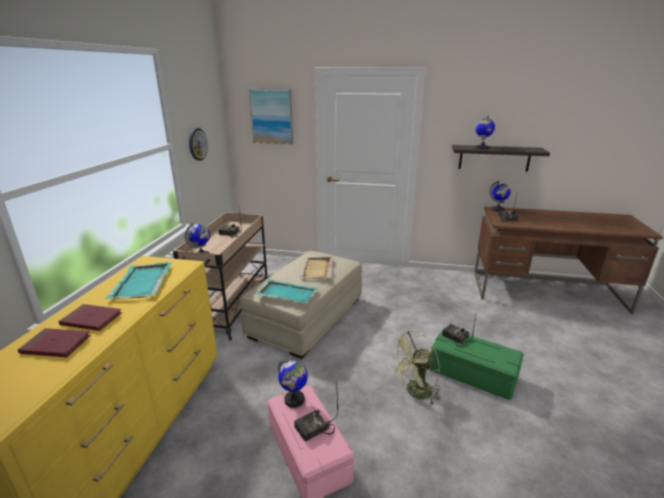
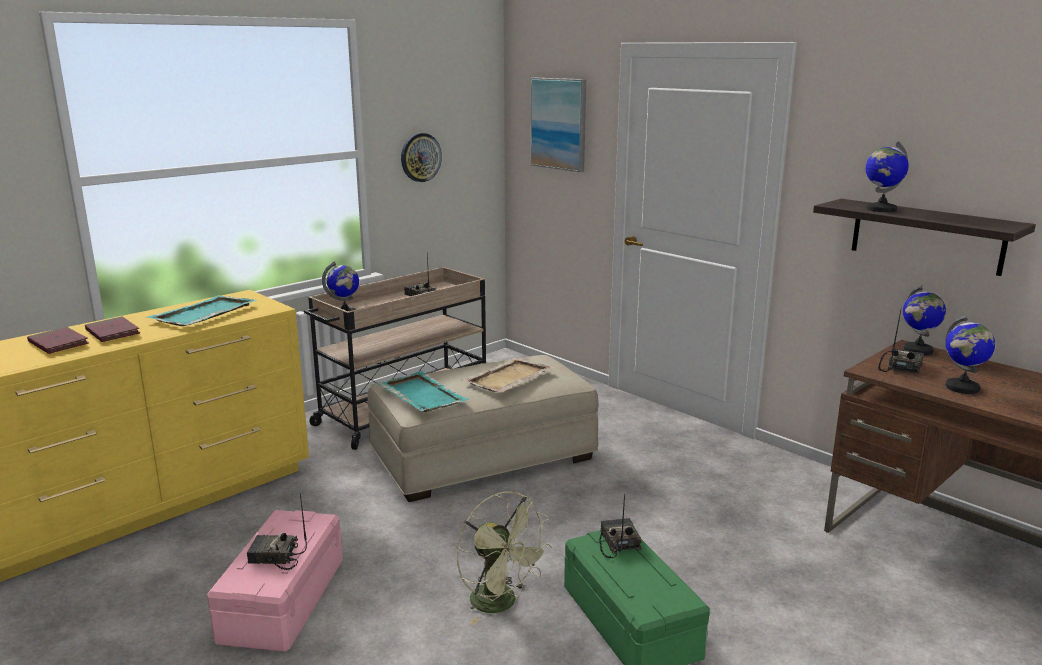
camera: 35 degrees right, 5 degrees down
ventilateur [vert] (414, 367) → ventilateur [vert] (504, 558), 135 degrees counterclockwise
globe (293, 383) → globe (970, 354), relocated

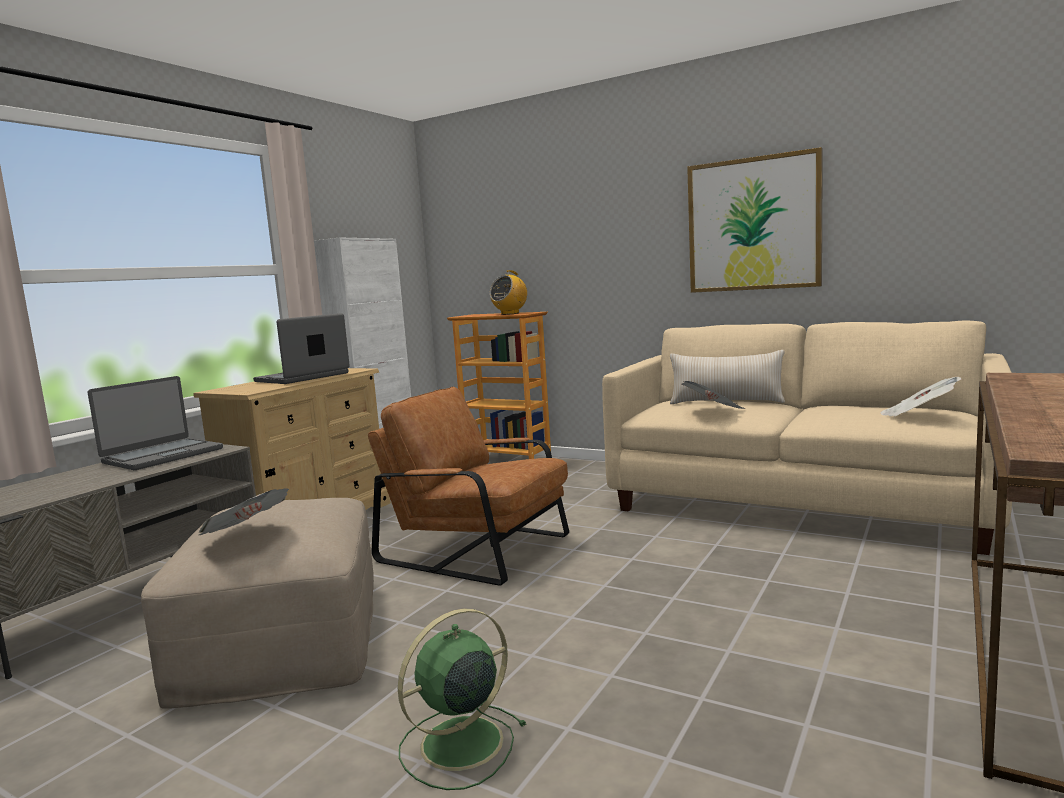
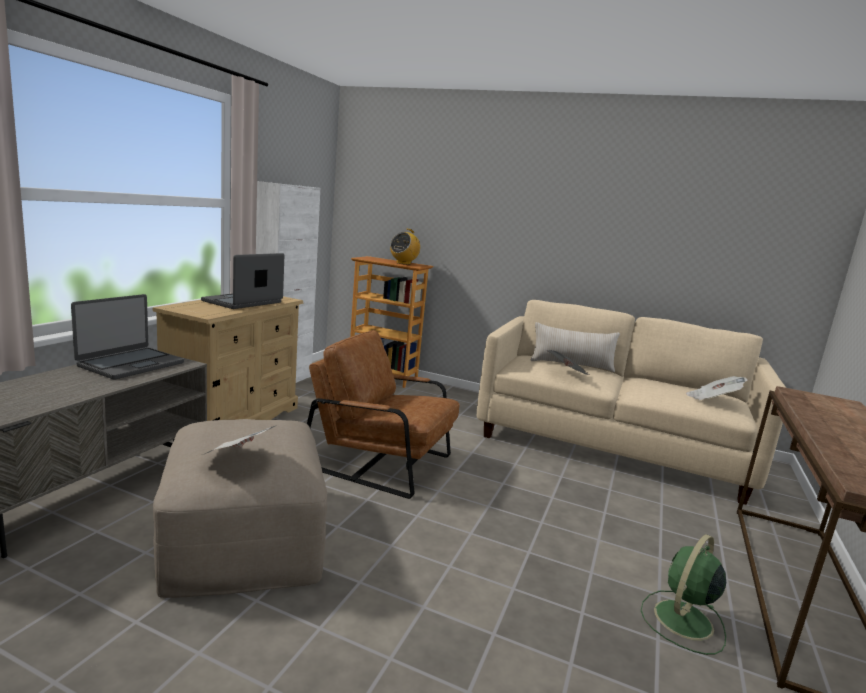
camera: 10 degrees left, 5 degrees up
ventilateur [vert] (462, 699) → ventilateur [vert] (683, 594), relocated
tableau (755, 220) → -

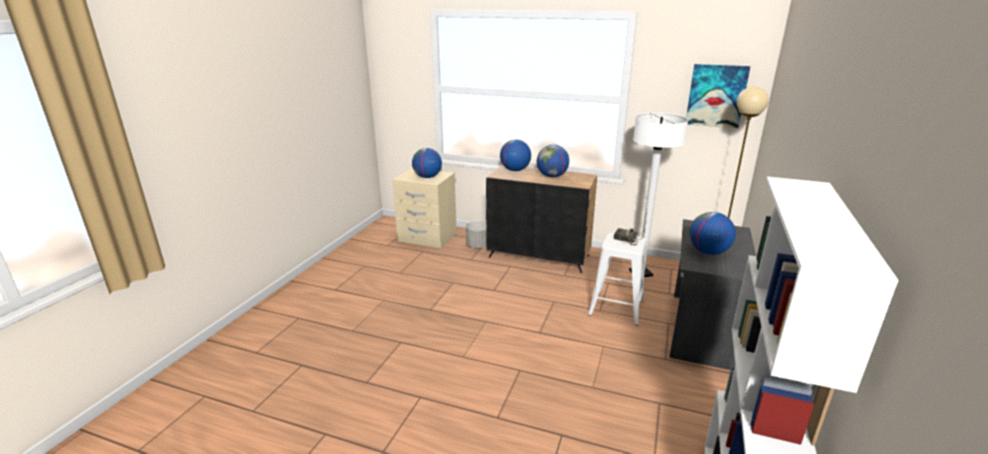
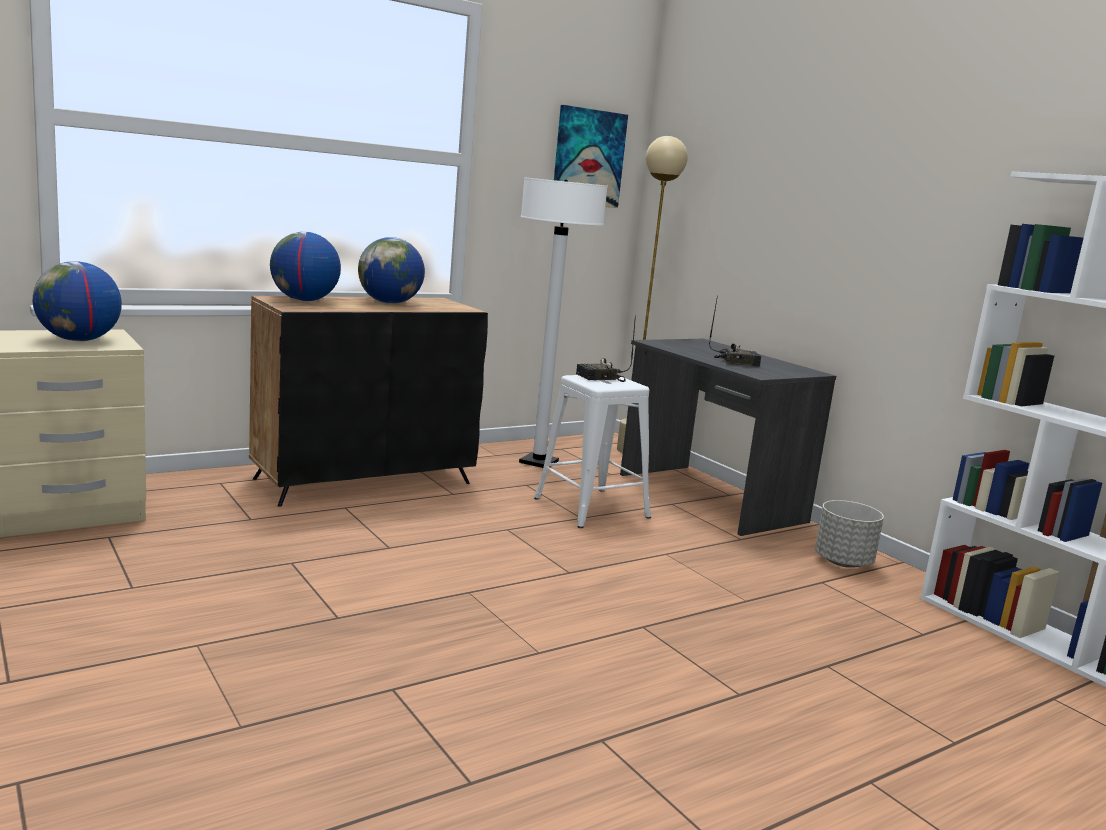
camera: 55 degrees left, 10 degrees down
globe (712, 233) → radio (735, 330)
cache-pot [gris] (476, 234) → cache-pot [gris] (849, 534), relocated

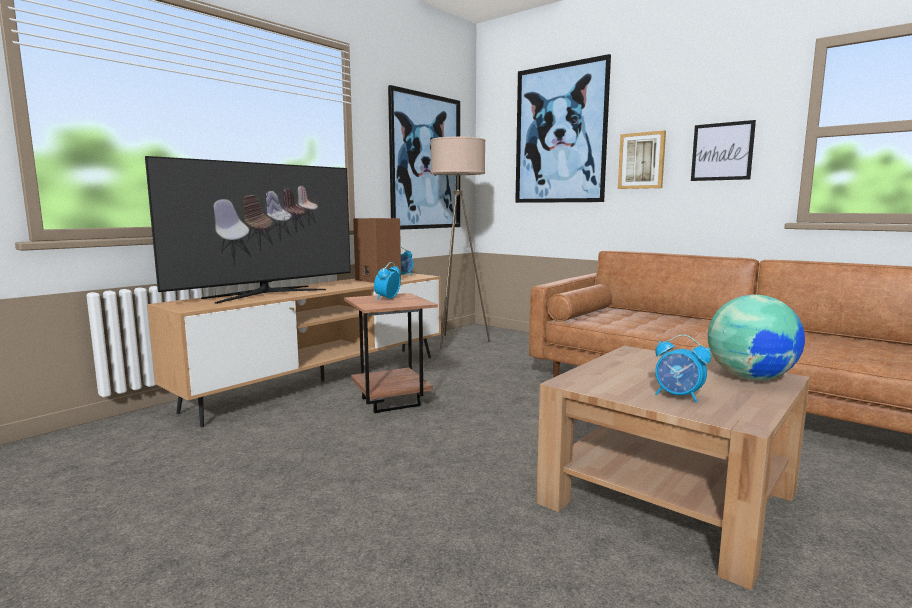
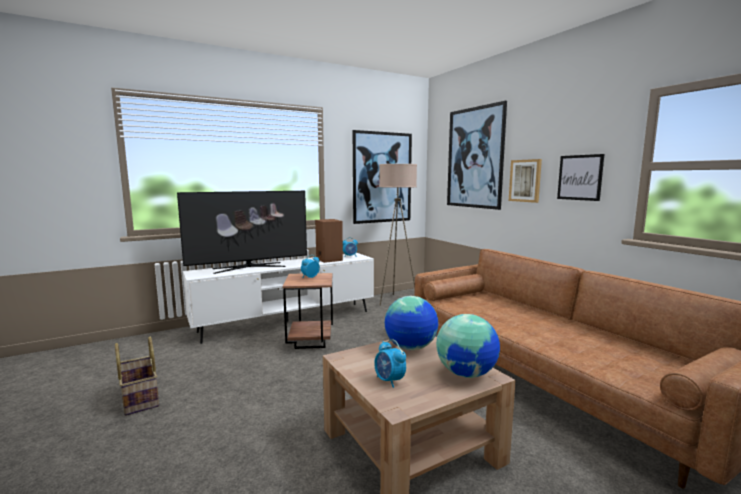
camera: 20 degrees right, 0 degrees up
- → panier (137, 376)
meuble télé [marron] (294, 350) → meuble télé [blanc] (278, 298)
- → globe (411, 323)

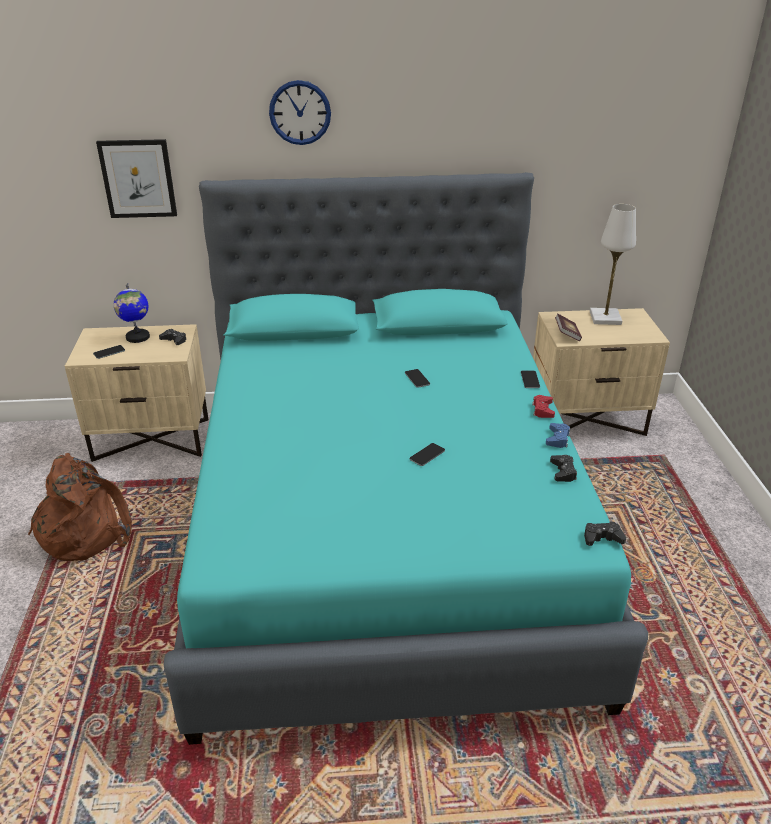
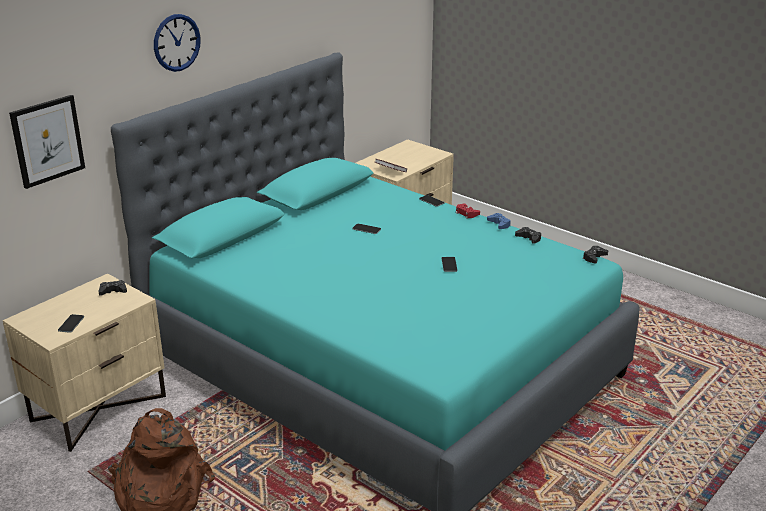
camera: 45 degrees left, 5 degrees down
globe (132, 313) → -
lampe de table [blanc] (613, 264) → -

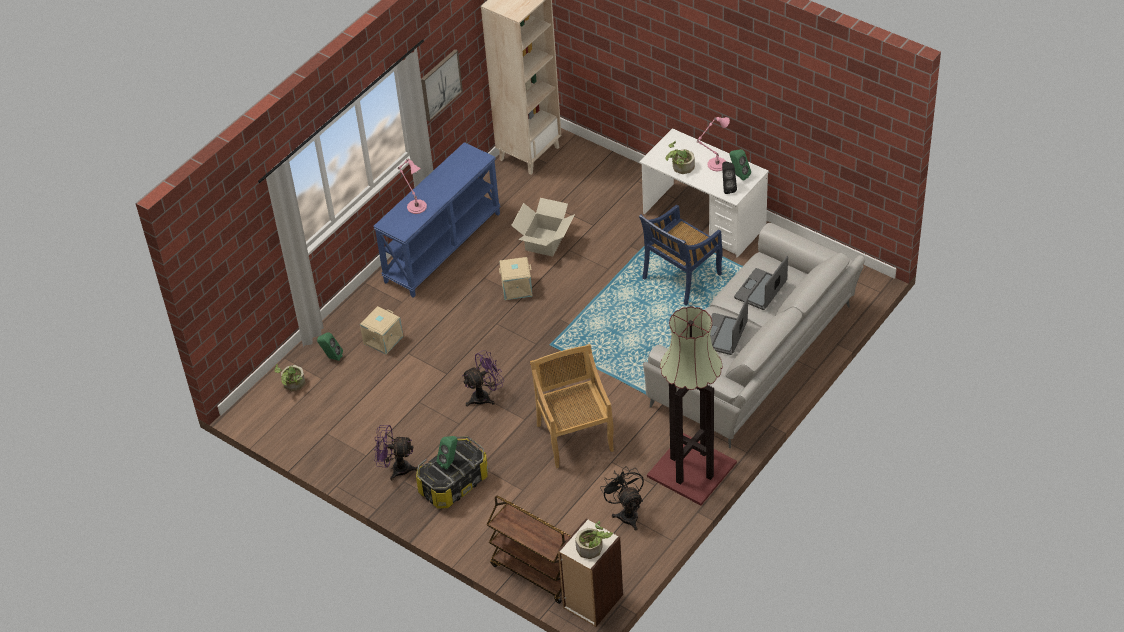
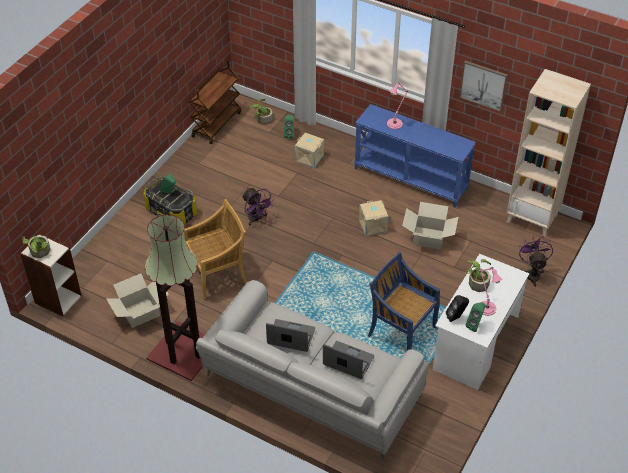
camera: 80 degrees right, 0 degrees up
ventilateur [noir] (622, 498) → carton (138, 301)
chariot [marron] (528, 549) → chariot [marron] (215, 102), relocated
ventilateur [violet] (396, 452) → ventilateur [violet] (536, 261), relocated

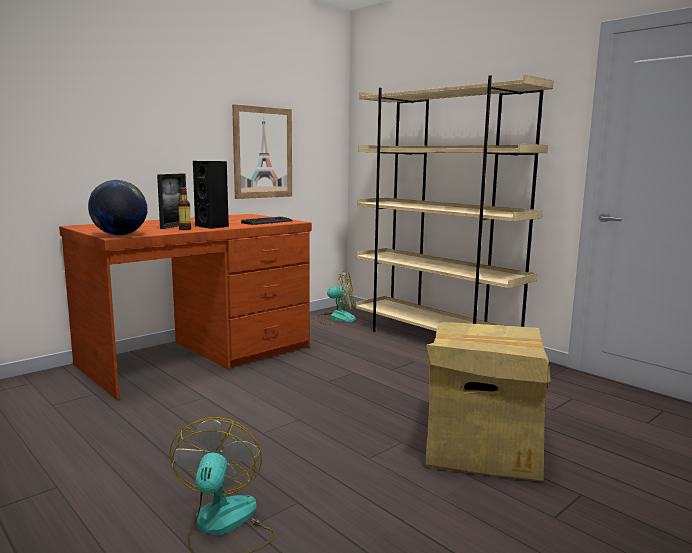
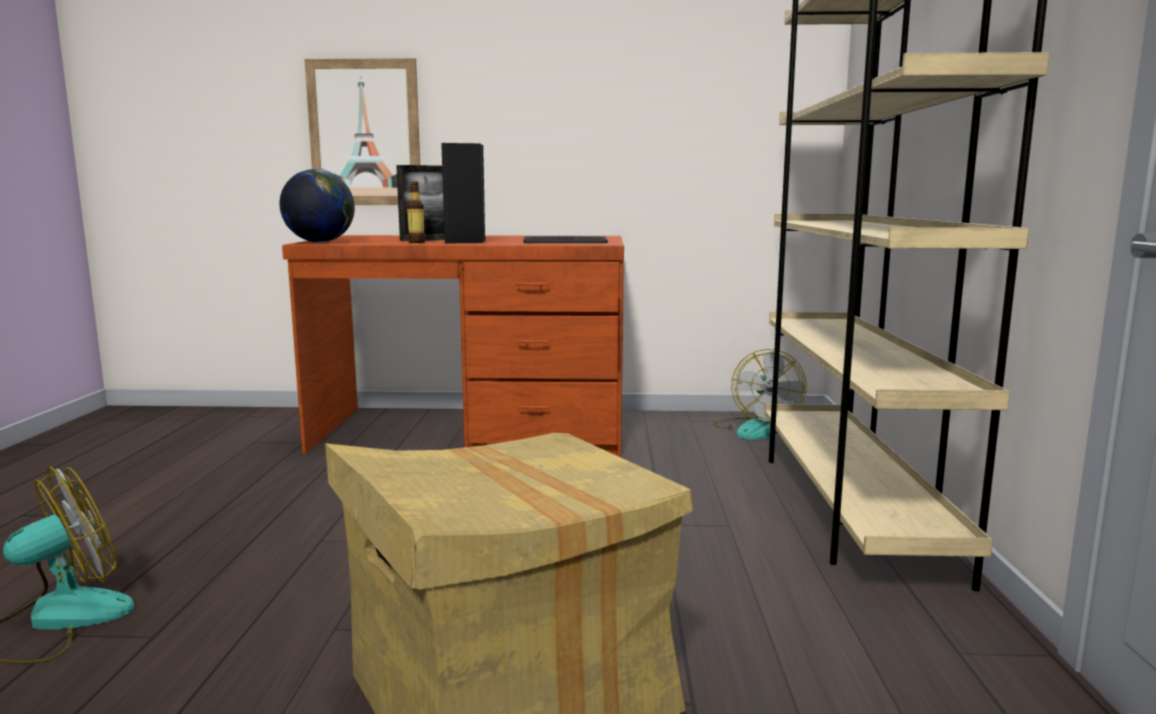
camera: 45 degrees right, 0 degrees up
tableau (262, 151) → tableau (362, 131), relocated
ventilateur (336, 298) → ventilateur (760, 394), 45 degrees clockwise

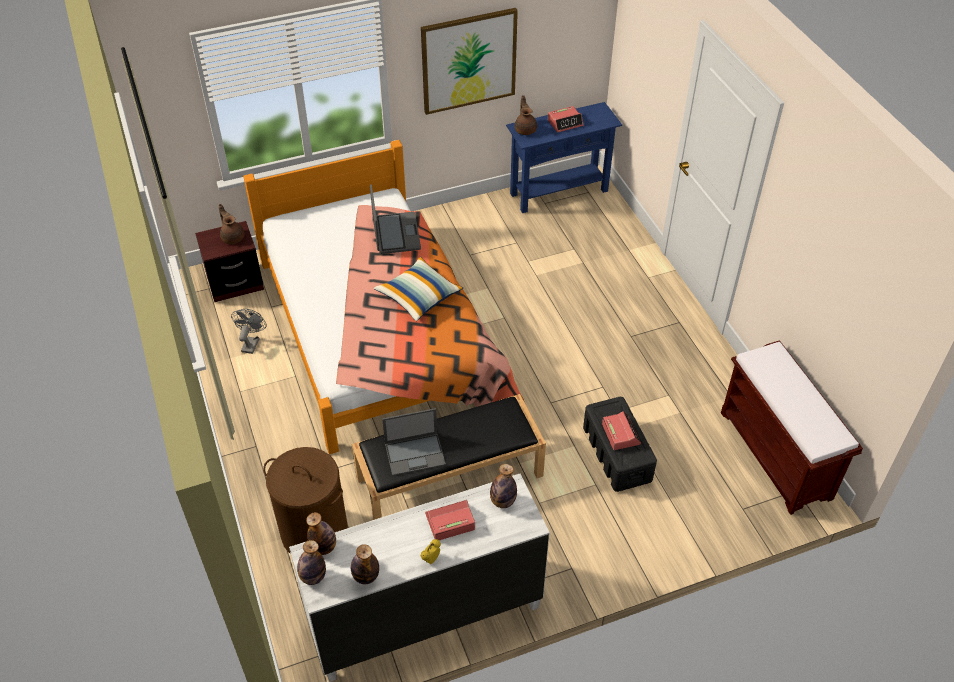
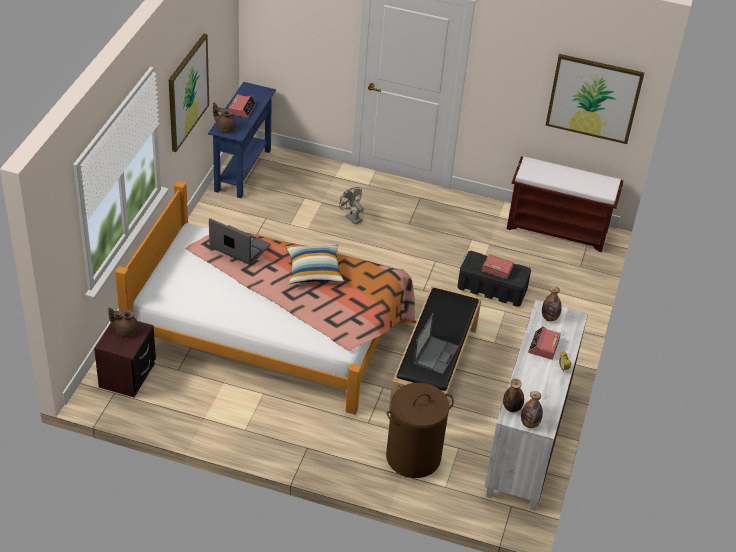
camera: 55 degrees left, 5 degrees down
ventilateur [gris] (249, 331) → ventilateur [gris] (351, 206), relocated
- → tableau (595, 99)
bouteille (365, 564) → -

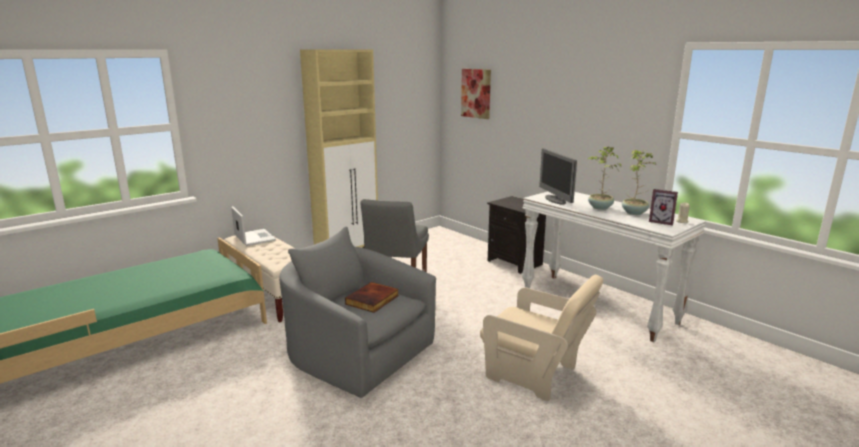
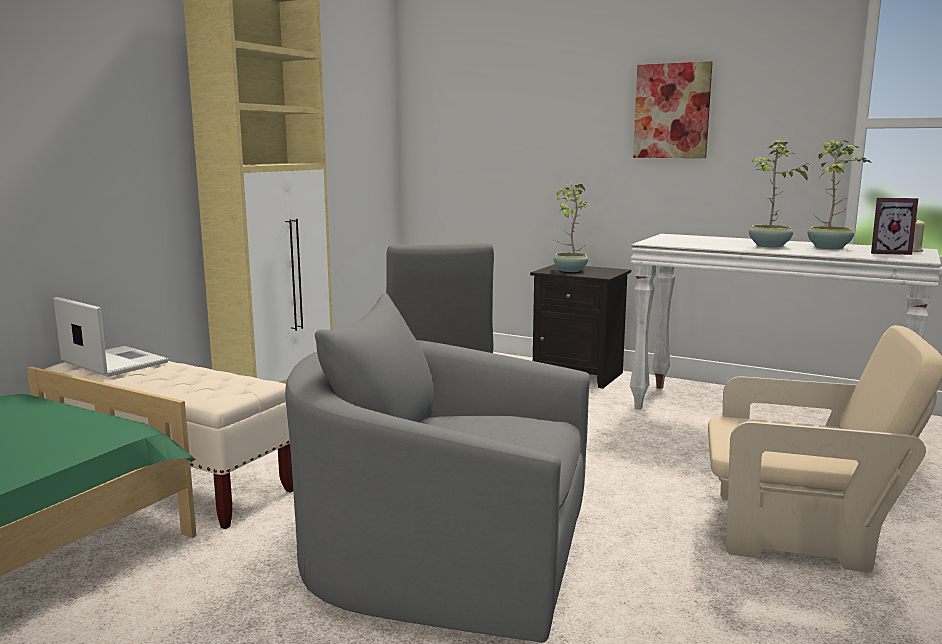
camera: 20 degrees left, 5 degrees down
- → plante en pot (571, 228)
tableau (476, 94) → tableau (673, 109), relocated
livre (372, 297) → -
écran d'ordinateur (558, 176) → -

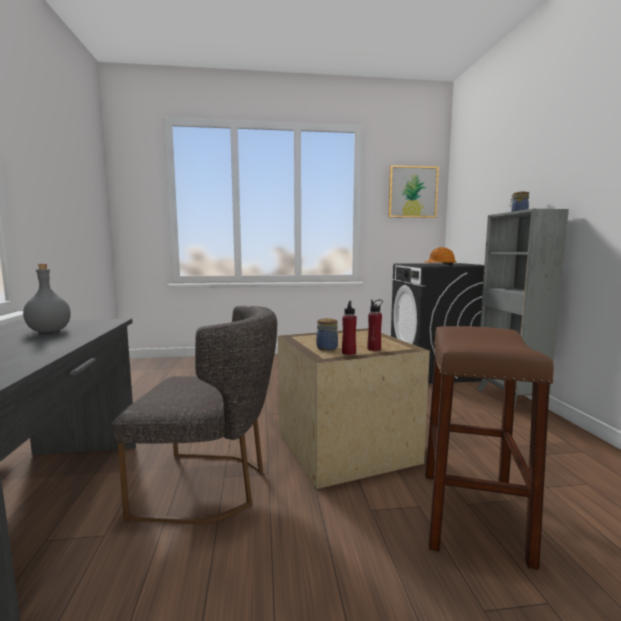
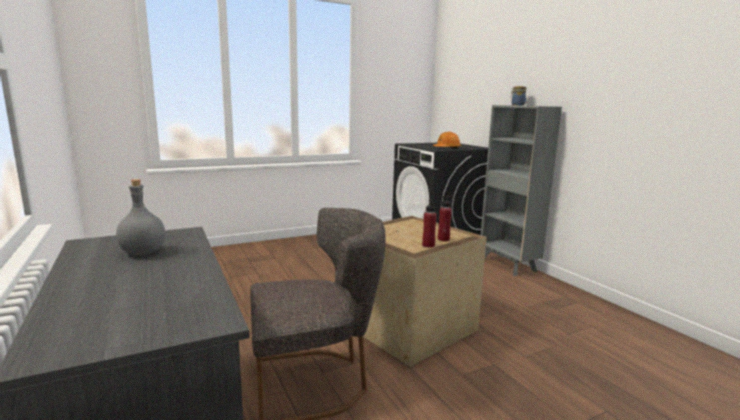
camera: 20 degrees left, 5 degrees up
bocal (327, 334) → -
tableau (413, 191) → -
tabouret [marron] (490, 448) → -

